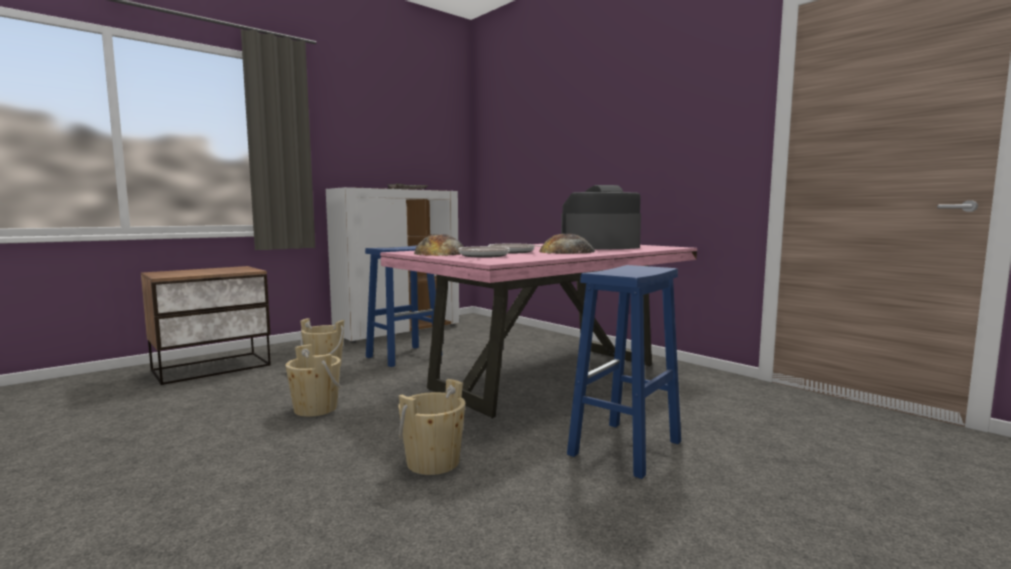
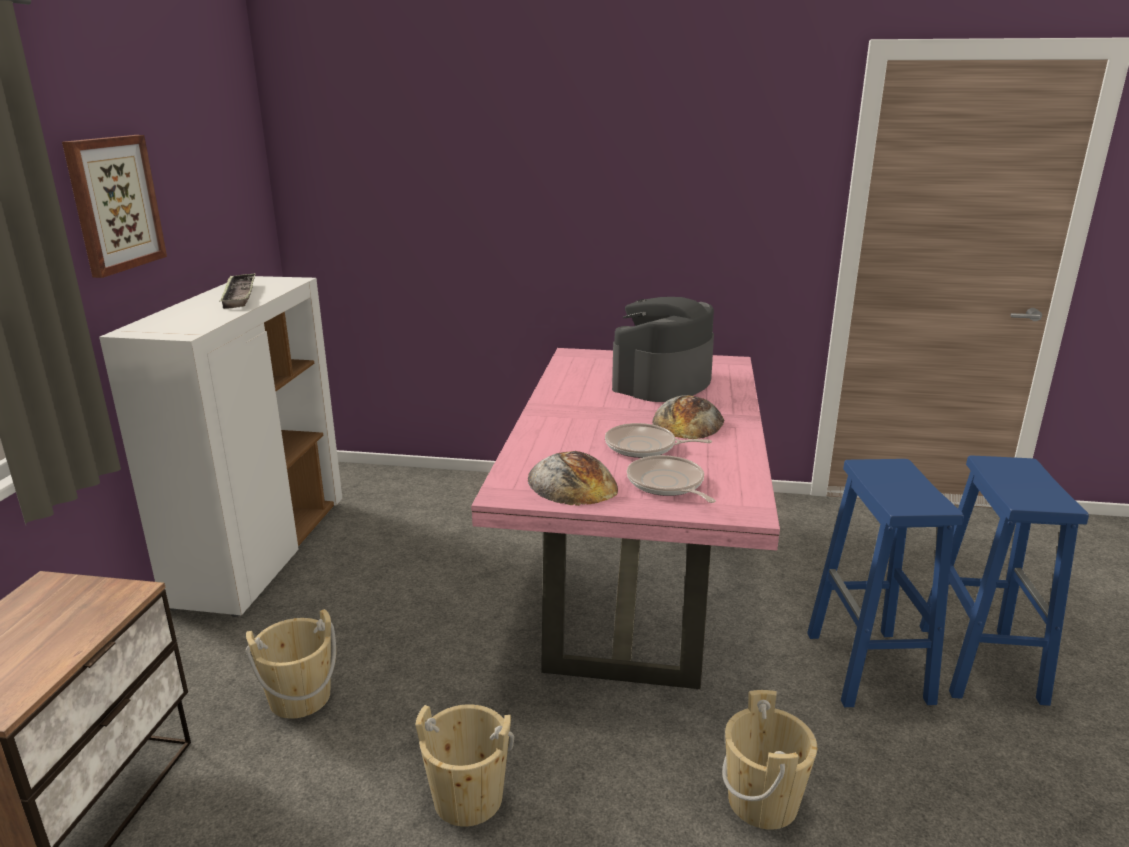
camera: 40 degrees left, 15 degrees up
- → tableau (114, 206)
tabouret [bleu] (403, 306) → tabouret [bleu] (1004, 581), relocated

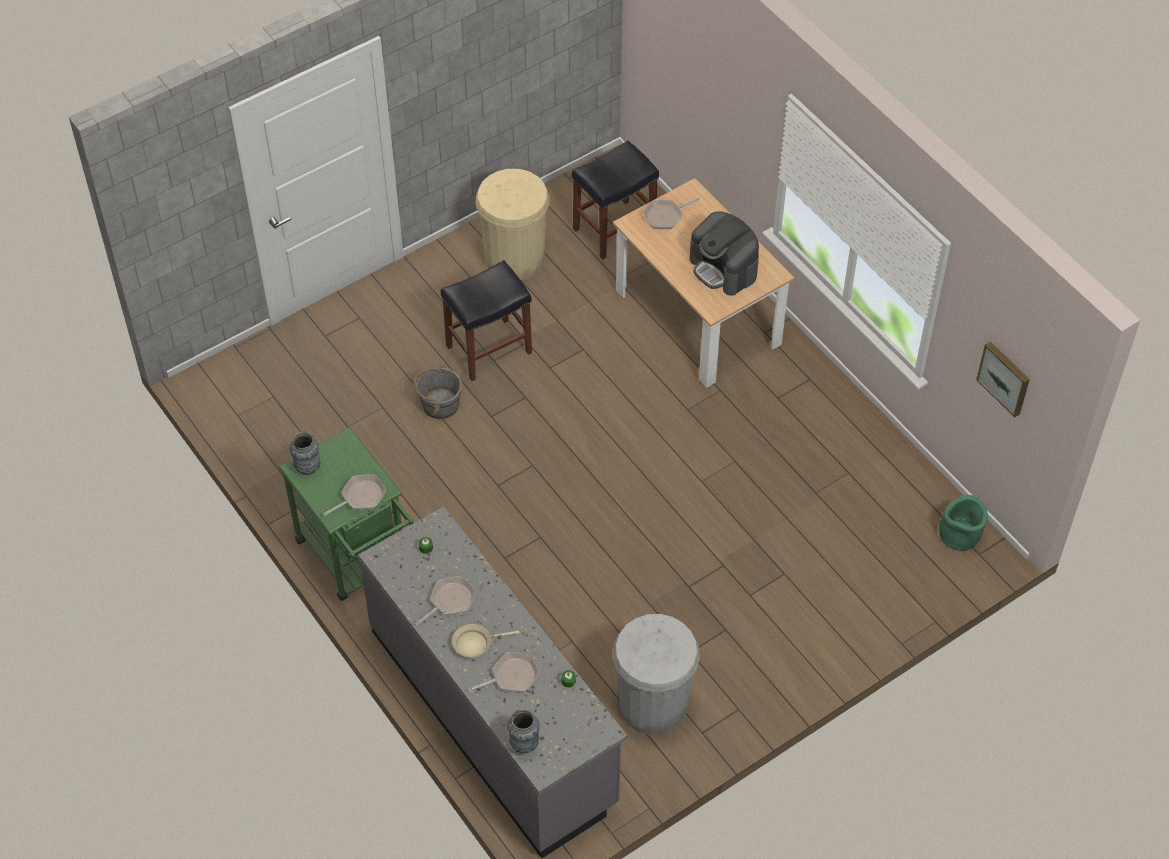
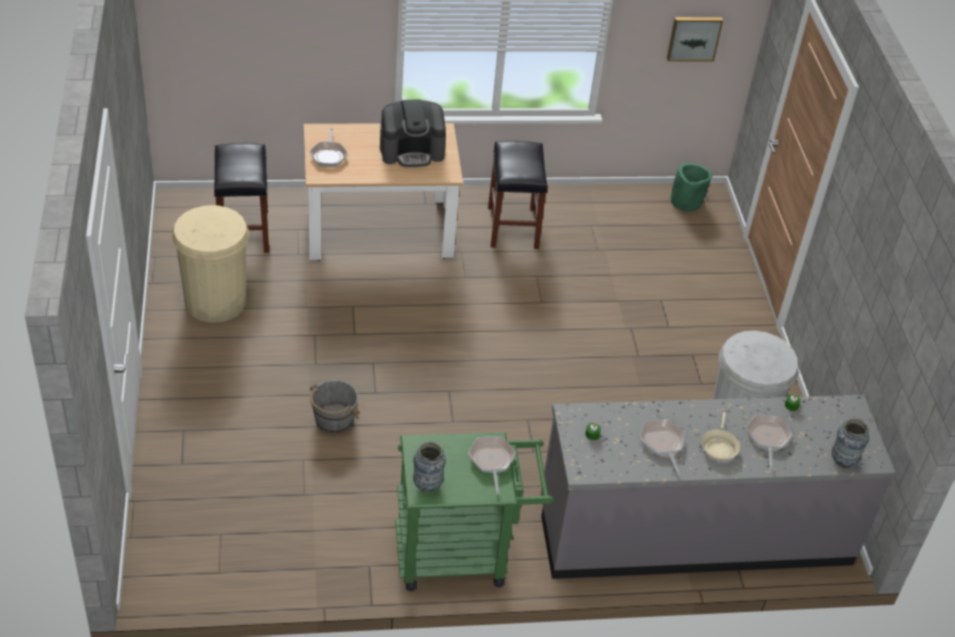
camera: 65 degrees left, 10 degrees down
tabouret [noir] (486, 320) → tabouret [noir] (517, 195), relocated

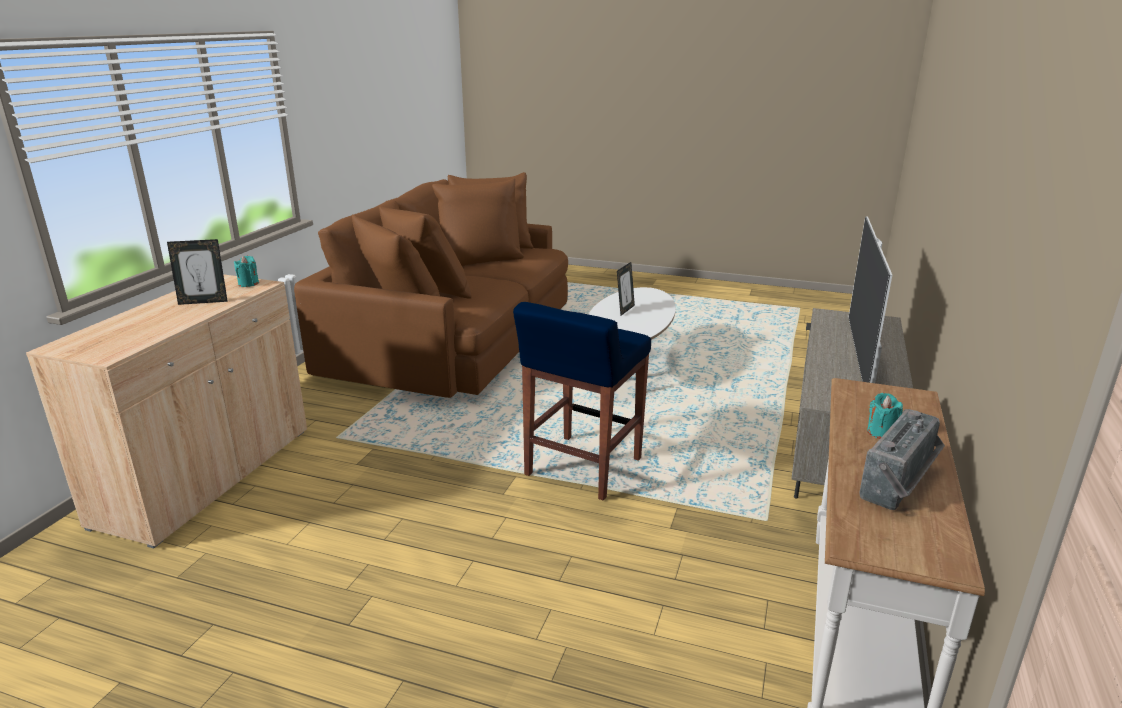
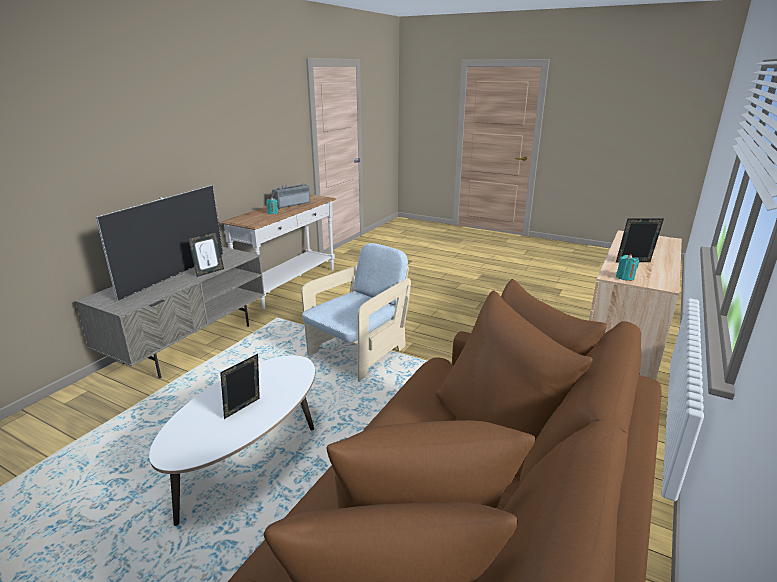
camera: 170 degrees left, 0 degrees up
- → cadre photo (206, 254)
tabouret [bleu] (582, 401) → fauteuil [beige] (356, 312)

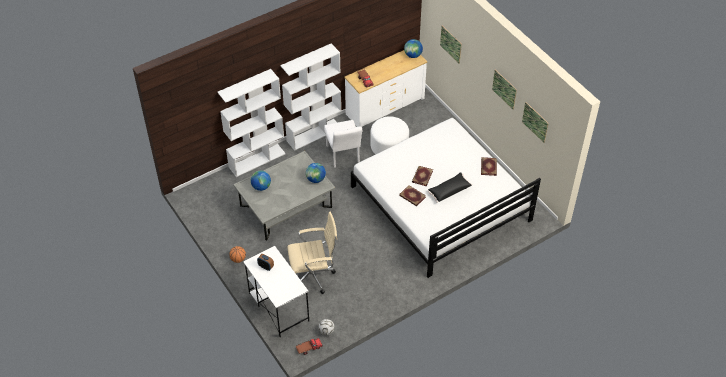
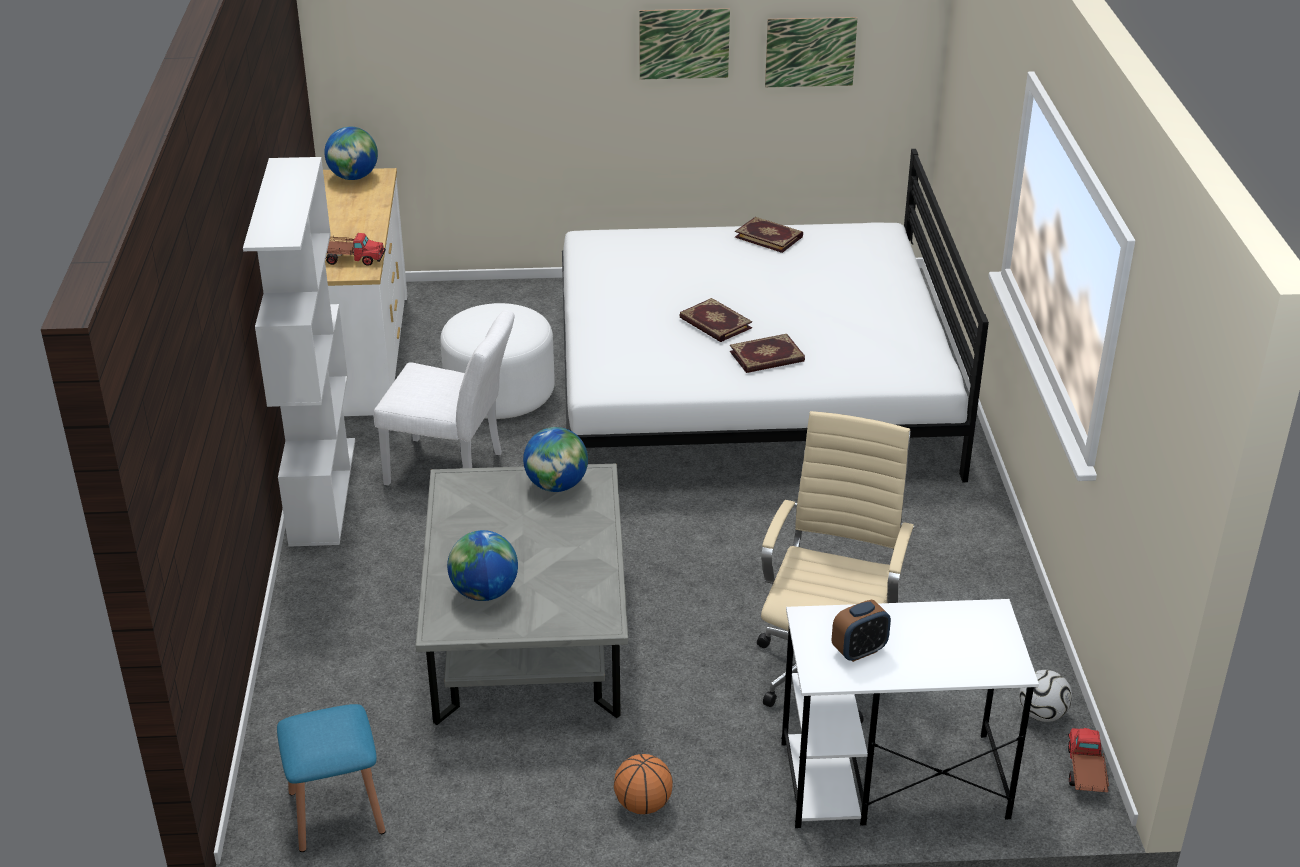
camera: 60 degrees left, 15 degrees down
- → tabouret [bleu] (331, 778)
bibliothèque [blanc] (251, 123) → -
coussin [noir] (450, 187) → -
tableau (451, 45) → -

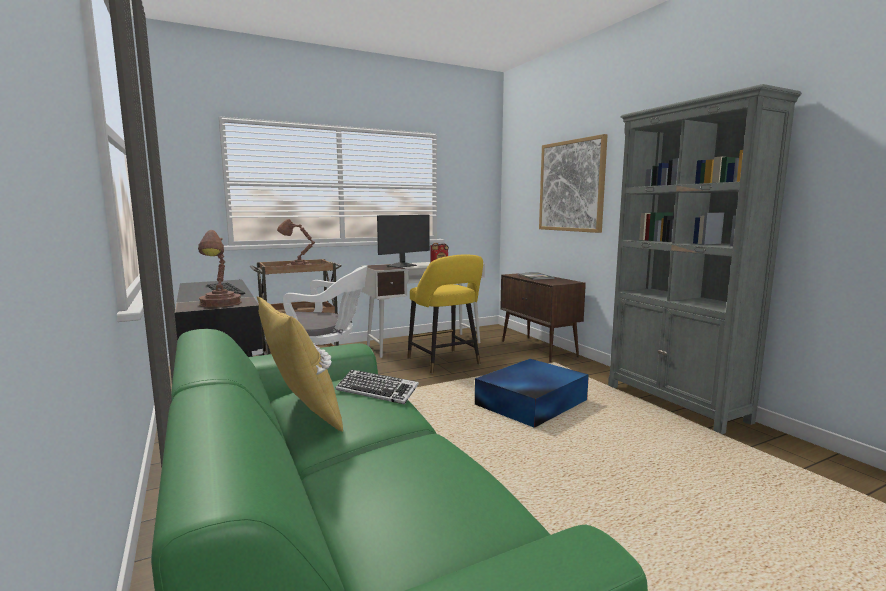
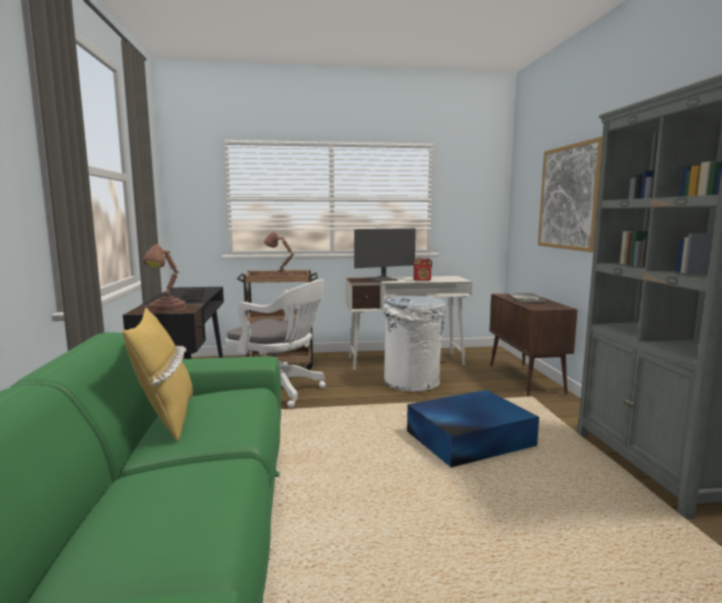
camera: 20 degrees right, 0 degrees up
tabouret [jaune] (445, 314) → poubelle [blanc] (414, 344)
clavier (377, 386) → -

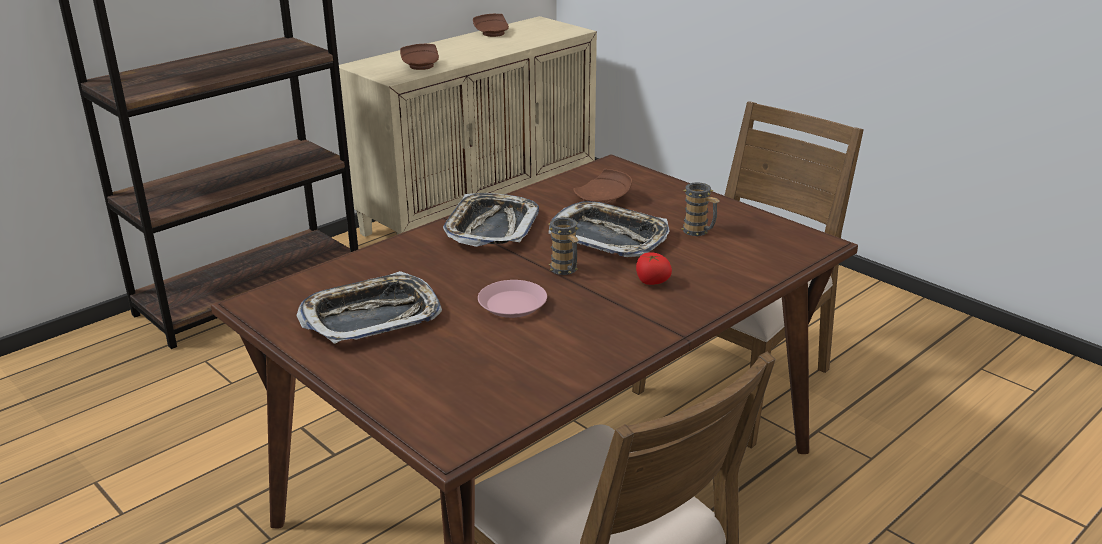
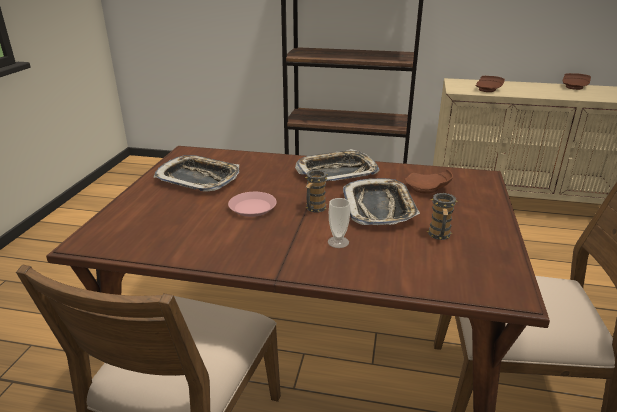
camera: 55 degrees right, 0 degrees up
tomate (654, 268) → tasse (339, 223)

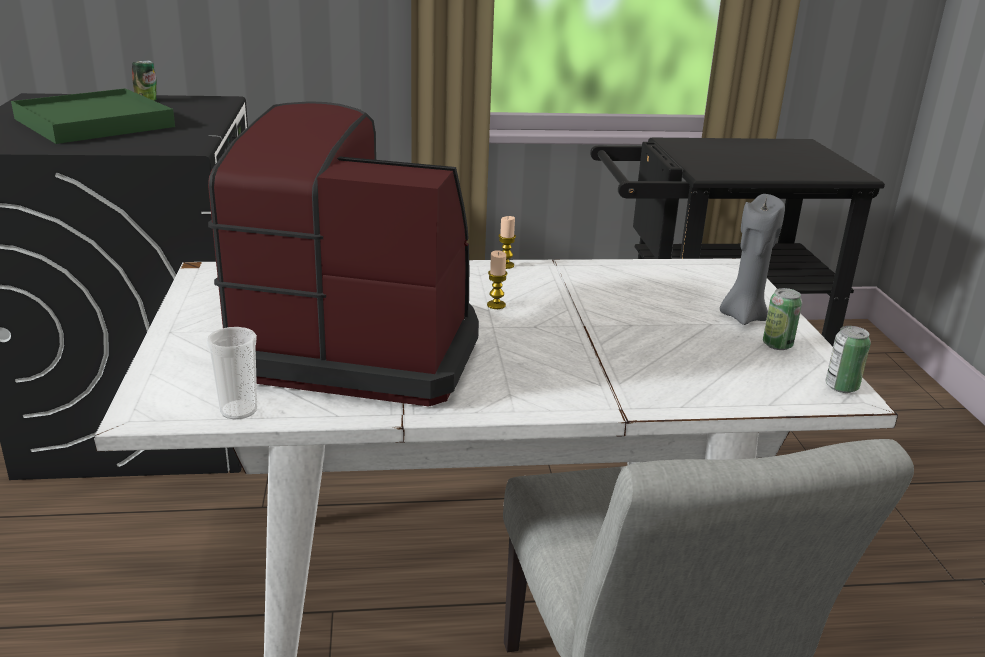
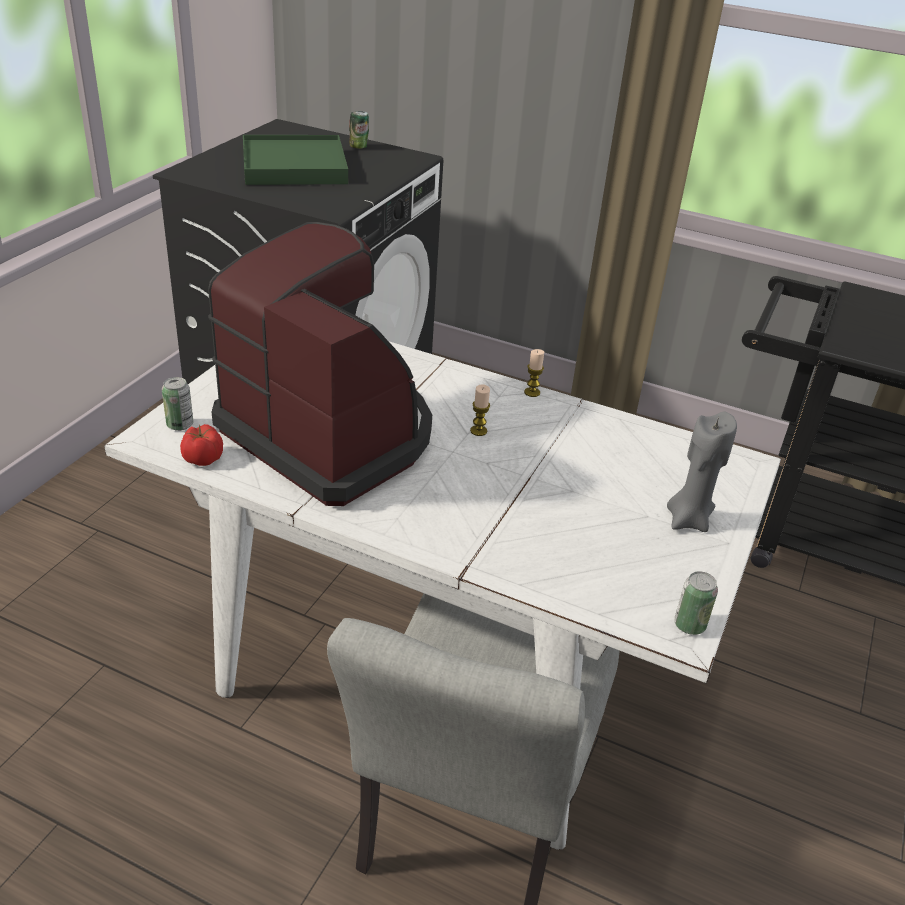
camera: 30 degrees right, 10 degrees up
boîte métallique (782, 319) → boîte métallique (177, 404), relocated
tasse (232, 373) → tomate (201, 445)

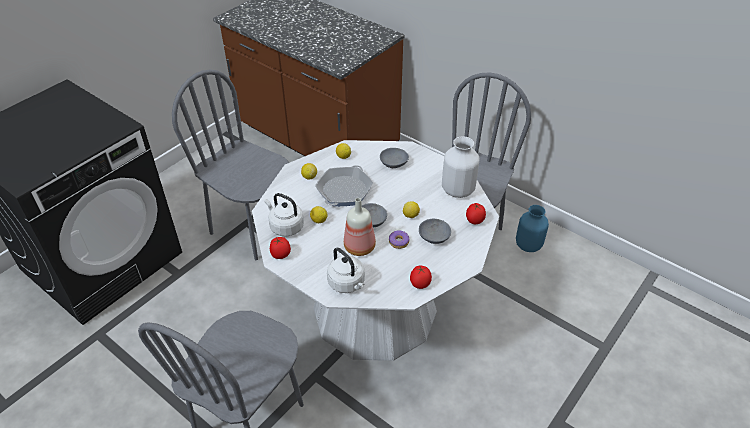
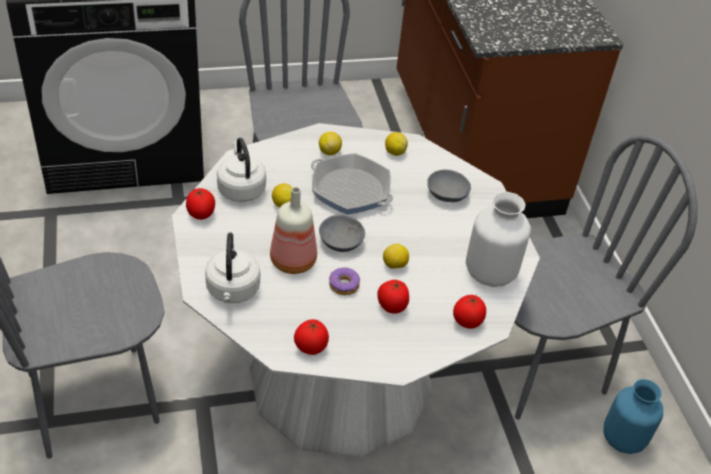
camera: 35 degrees right, 0 degrees up
poêle (344, 185) → poêle (352, 184), 60 degrees clockwise
bol [gris] (435, 231) → tomate (393, 297)

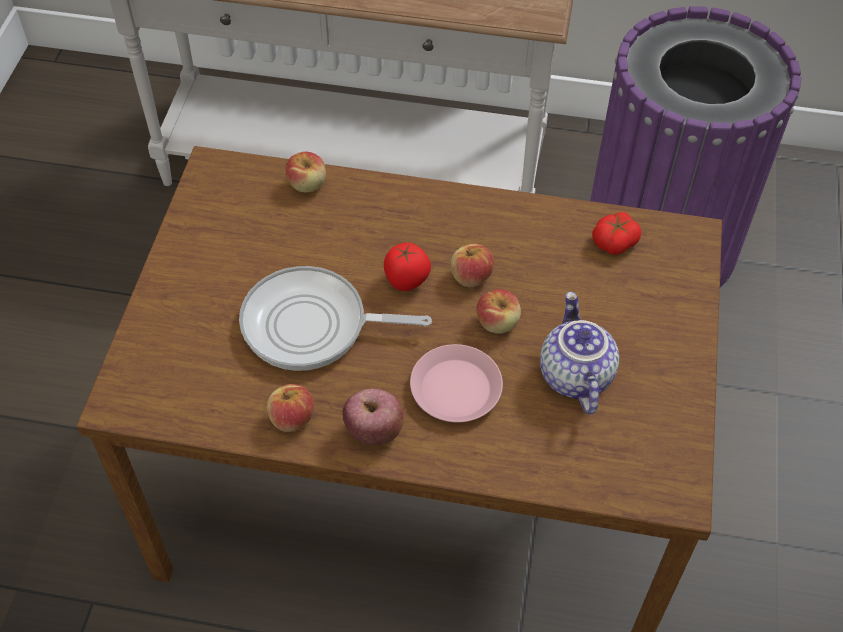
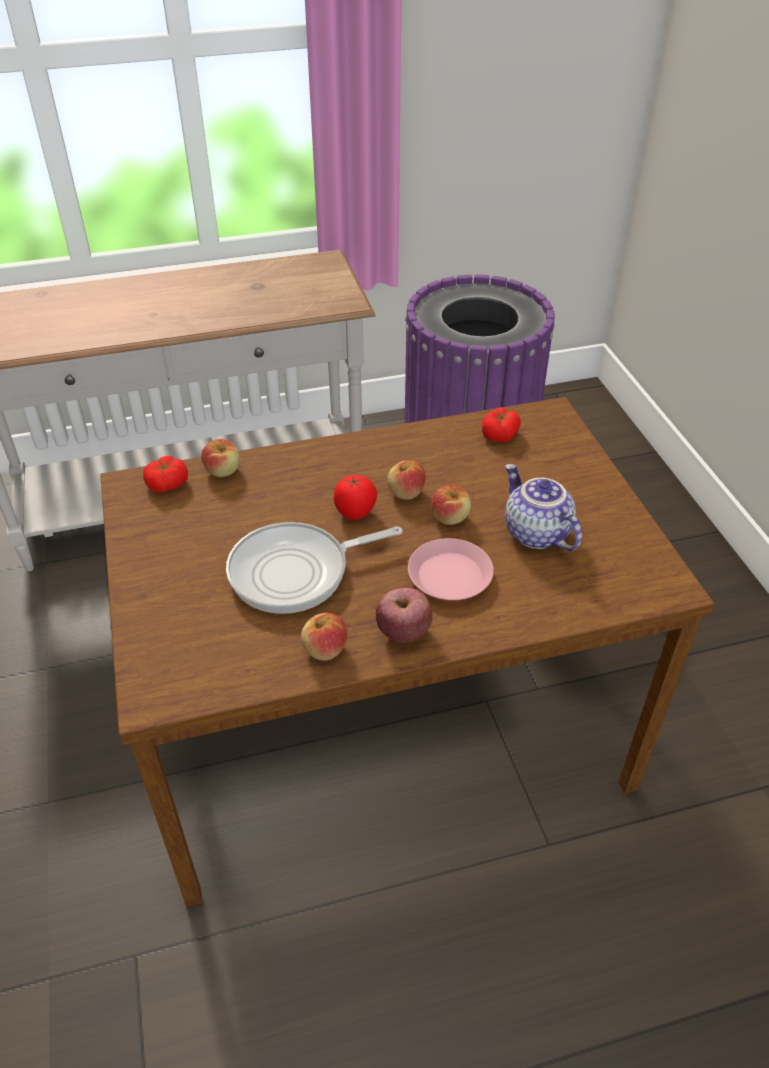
camera: 25 degrees left, 10 degrees down
- → tomate (165, 474)

